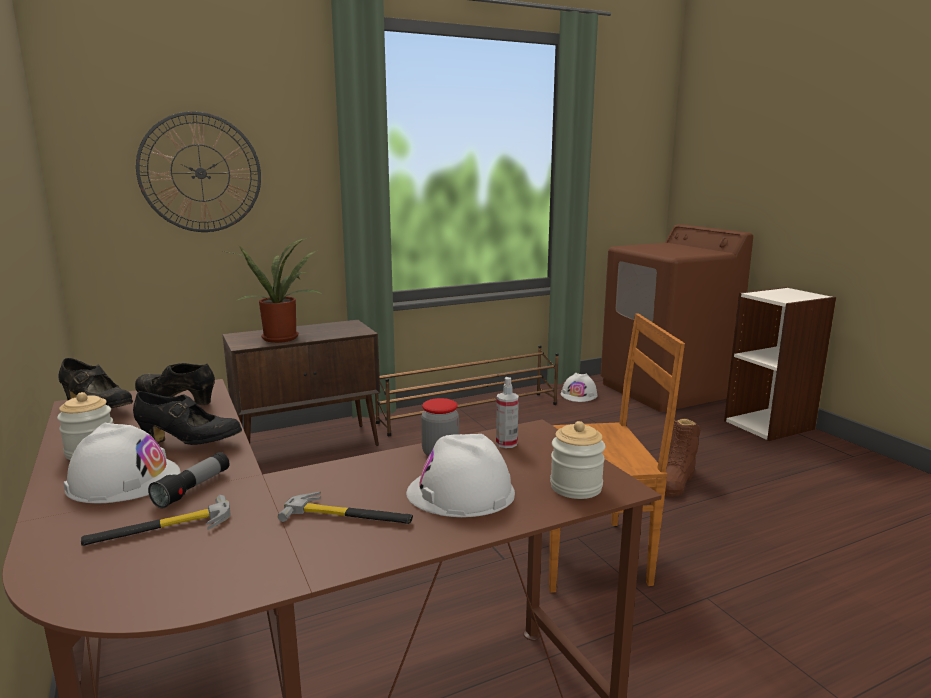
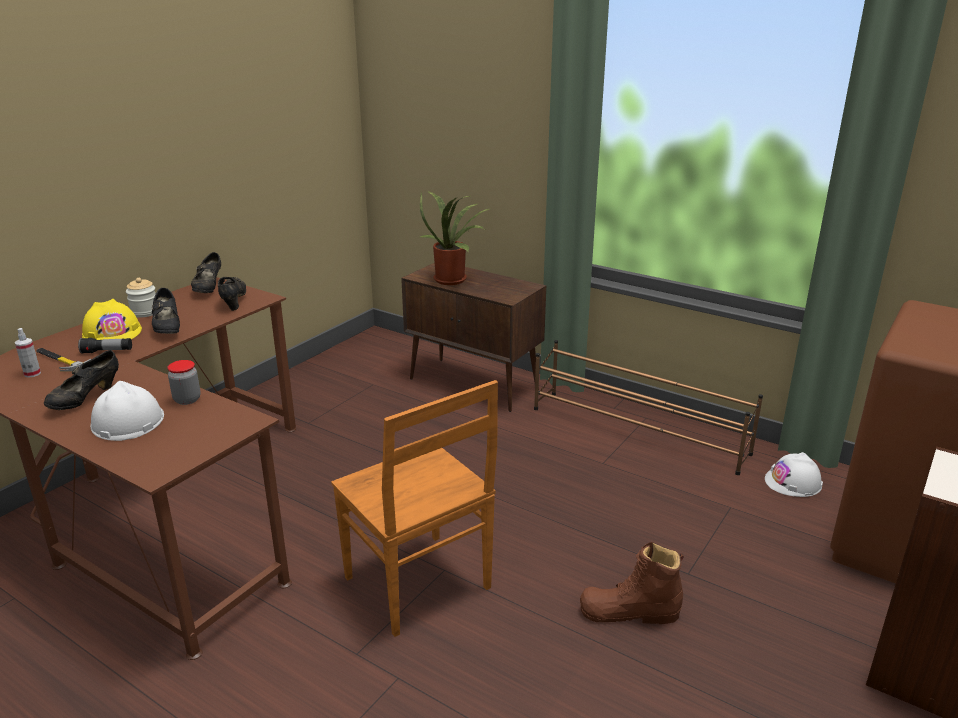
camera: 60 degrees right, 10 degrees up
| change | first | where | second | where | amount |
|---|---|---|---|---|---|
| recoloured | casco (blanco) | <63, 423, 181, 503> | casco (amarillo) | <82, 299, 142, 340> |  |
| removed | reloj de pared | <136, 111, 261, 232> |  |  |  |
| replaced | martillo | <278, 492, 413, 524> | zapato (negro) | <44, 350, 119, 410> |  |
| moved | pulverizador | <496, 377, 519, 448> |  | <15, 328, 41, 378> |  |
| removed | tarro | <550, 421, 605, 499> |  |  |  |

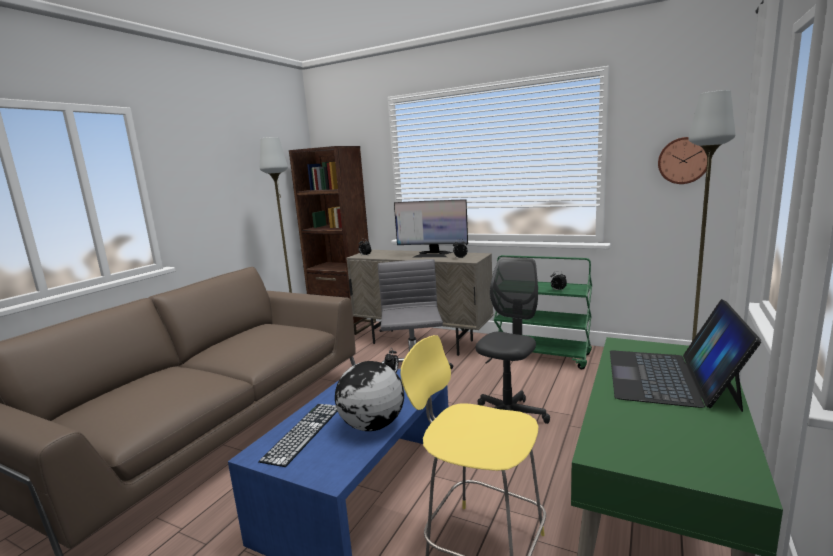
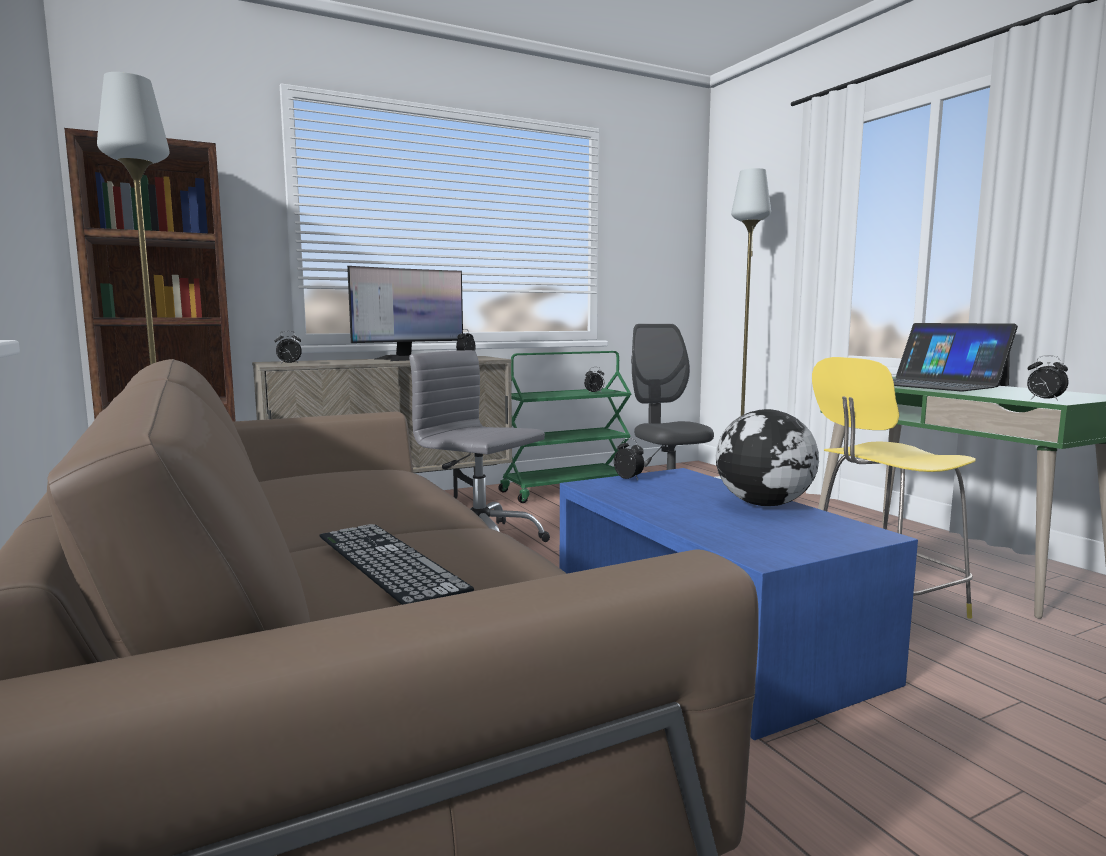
camera: 55 degrees left, 5 degrees down
| change | first | where | second | where | amount |
|---|---|---|---|---|---|
| moved | teclado | <258, 404, 338, 467> |  | <319, 524, 474, 605> |  |
| removed | reloj de pared | <658, 137, 707, 184> |  |  |  |
| added |  |  | despertador | <1027, 355, 1069, 401> |  |

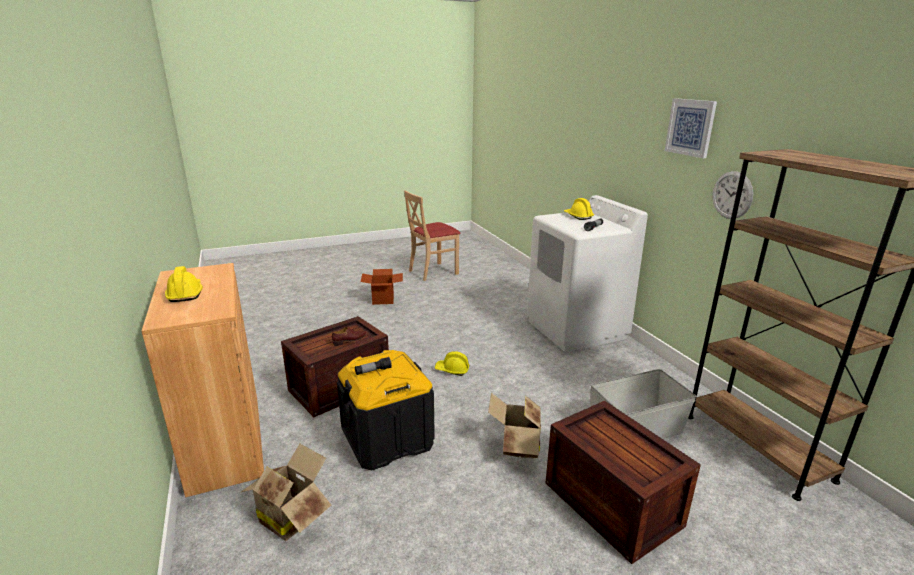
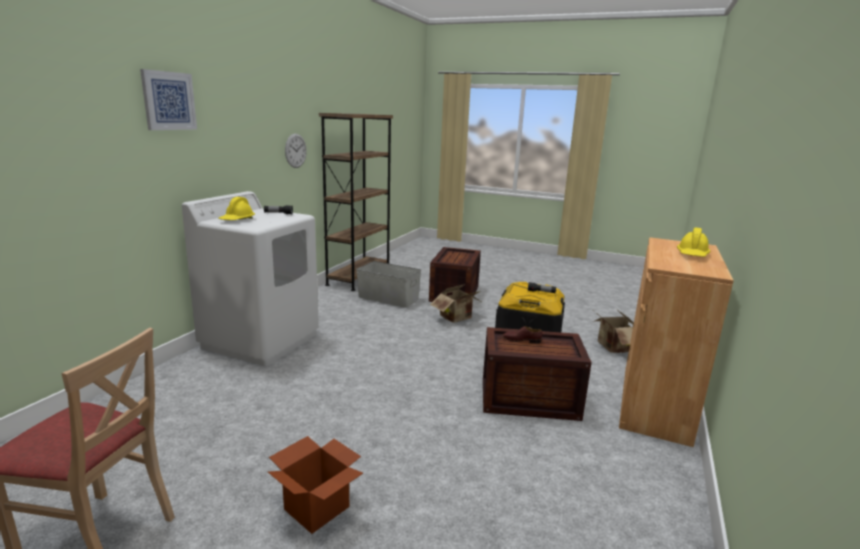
camera: 135 degrees left, 5 degrees down
| change | first | where | second | where | amount |
|---|---|---|---|---|---|
| removed | casco (amarillo) | <435, 351, 469, 376> |  |  |  |
| moved | cuadro | <665, 98, 717, 158> |  | <140, 69, 197, 130> |  |

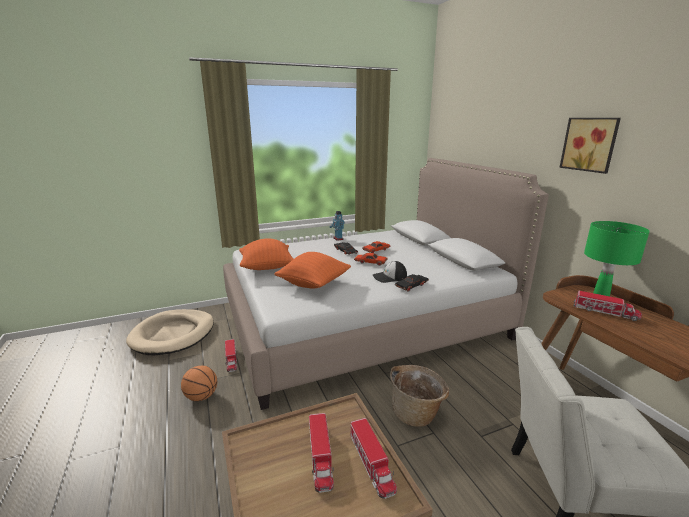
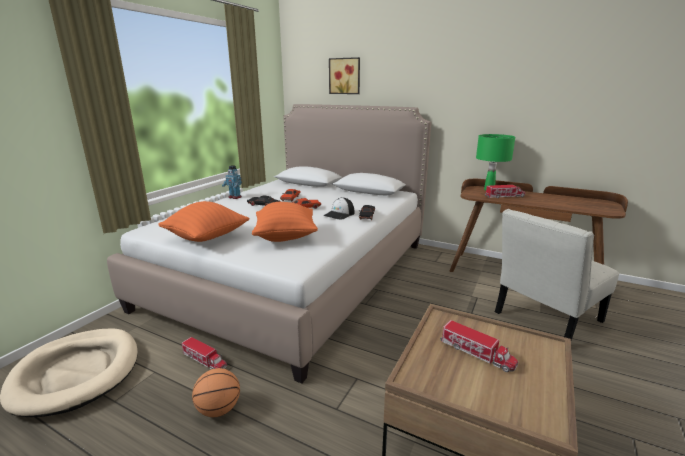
camera: 40 degrees left, 0 degrees up
| change | first | where | second | where | amount |
|---|---|---|---|---|---|
| removed | camión de juguete | <350, 418, 397, 499> |  |  |  |
| removed | cesta | <390, 365, 449, 427> |  |  |  |
| moved | cuadro | <559, 118, 621, 174> |  | <329, 57, 360, 94> |  |

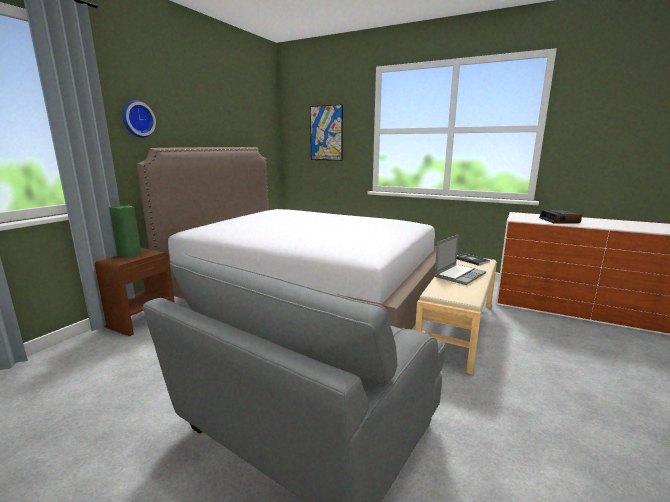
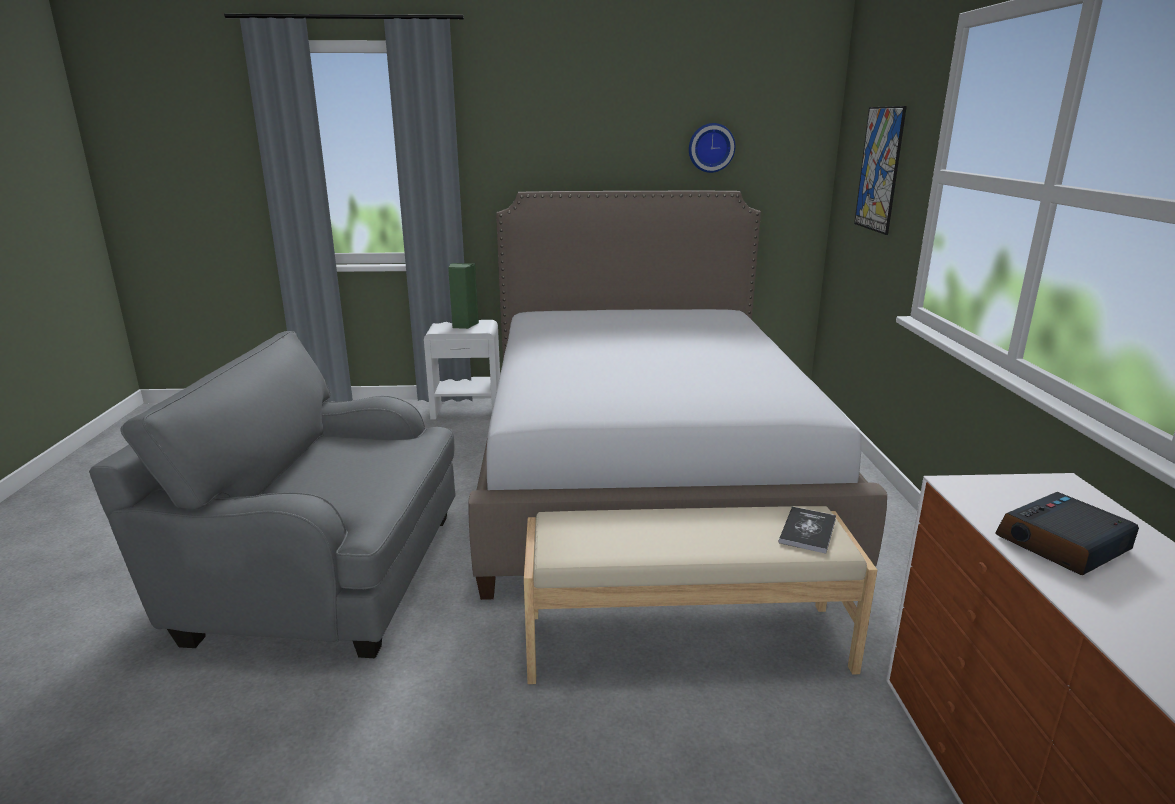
camera: 60 degrees right, 5 degrees up
| change | first | where | second | where | amount |
|---|---|---|---|---|---|
| recoloured | mesita de noche (marrón) | <95, 248, 175, 336> | mesita de noche (blanco) | <424, 320, 500, 419> |  |
| moved | reloj de pared | <122, 100, 156, 138> |  | <689, 123, 735, 173> |  |
| removed | portátil | <434, 234, 486, 285> |  |  |  |

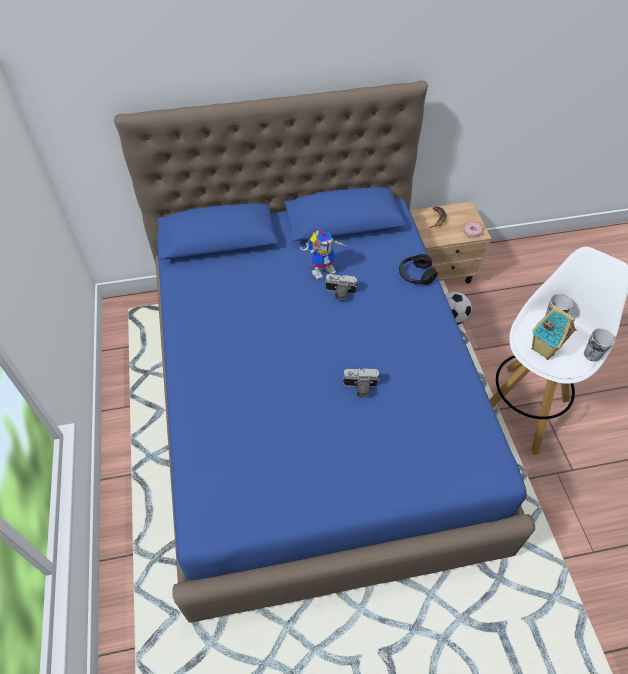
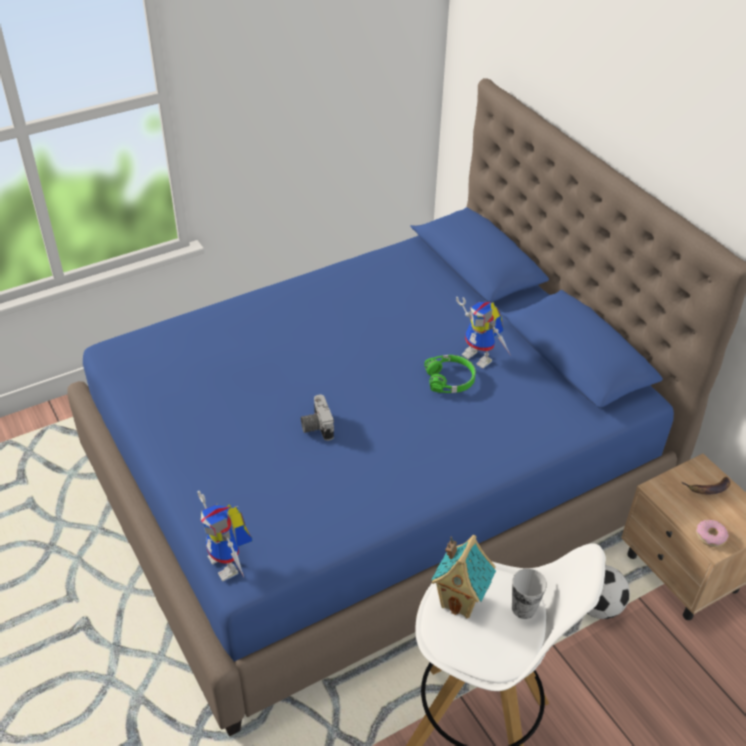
camera: 70 degrees right, 10 degrees down
| change | first | where | second | where | amount |
|---|---|---|---|---|---|
| replaced | cámara | <325, 274, 357, 301> | auriculares (verde) | <424, 355, 476, 393> |  |
| removed | auriculares (negro) | <399, 254, 438, 285> |  |  |  |
| removed | taza | <584, 328, 615, 362> |  |  |  |
| added |  |  | robot de juguete | <197, 491, 253, 582> |  |

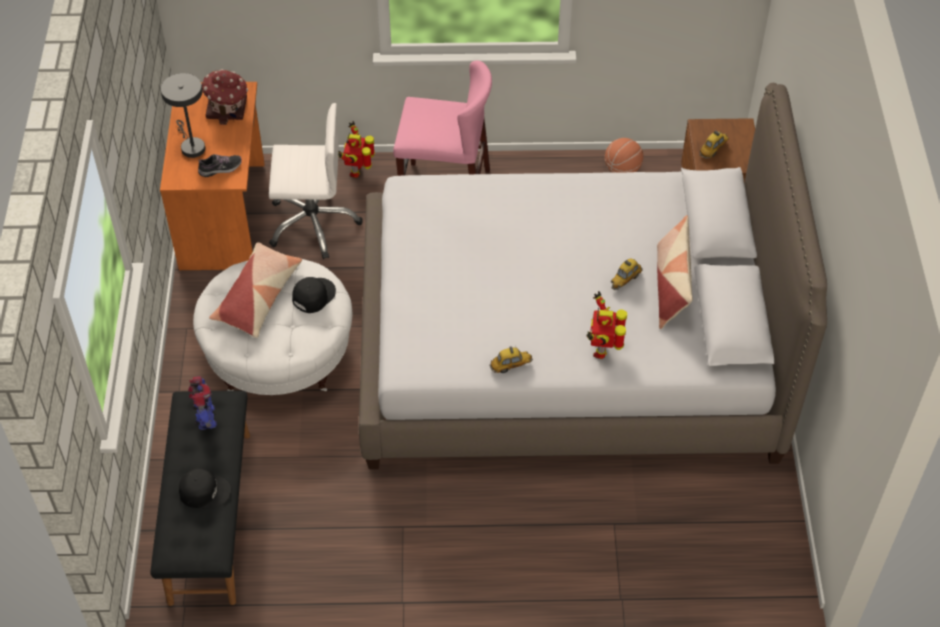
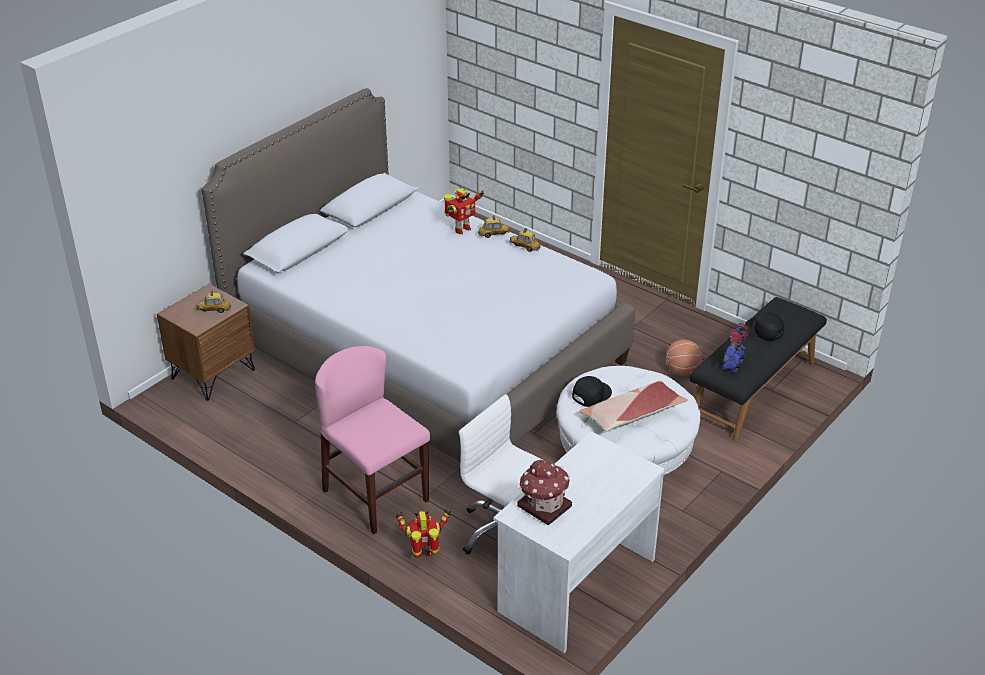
camera: 140 degrees left, 15 degrees down
| change | first | where | second | where | amount |
|---|---|---|---|---|---|
| recoloured | escritorio (naranja) | <160, 82, 265, 270> | escritorio (blanco) | <493, 431, 665, 653> |  |
| removed | lámpara de mesa (gris) | <161, 73, 205, 158> |  |  |  |
| removed | zapato | <198, 154, 242, 177> |  |  |  |
| turned | gorra (negro) | <292, 277, 336, 313> |  | <572, 376, 612, 407> | 150 degrees clockwise |
| turned | robot de juguete | <338, 121, 375, 178> |  | <396, 509, 451, 558> | 150 degrees counterclockwise |
| moved | balón de baloncesto | <605, 138, 643, 173> |  | <666, 340, 702, 375> |  |
| moved | coche de juguete | <611, 258, 643, 290> |  | <478, 215, 510, 238> |  |
| removed | cojín | <657, 215, 693, 329> |  |  |  |

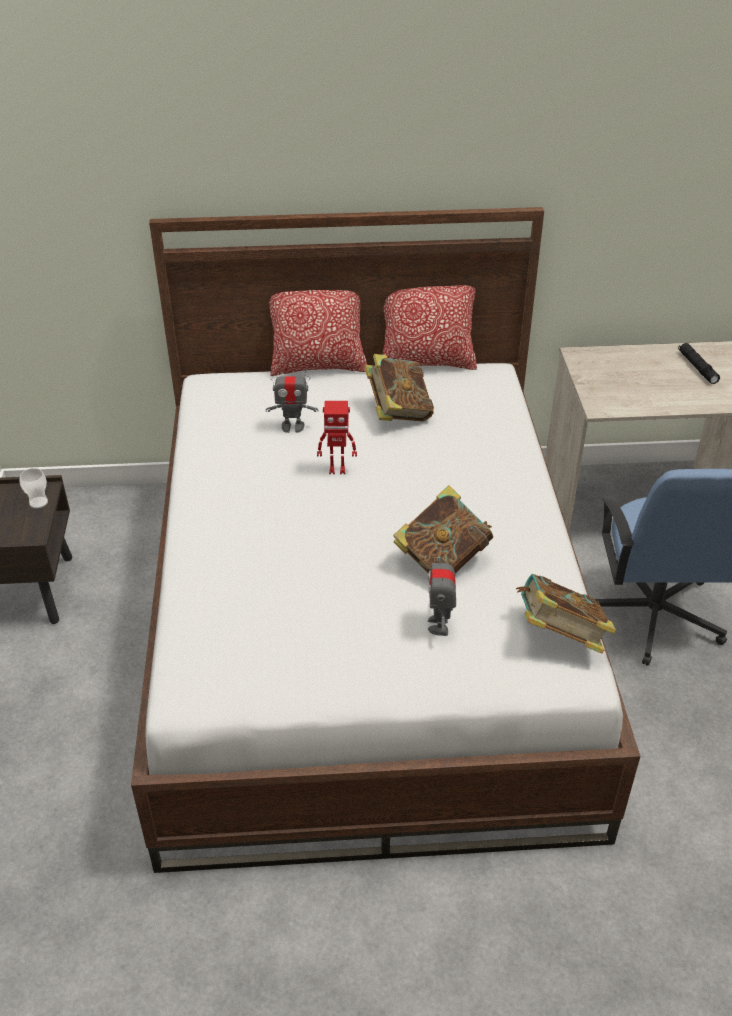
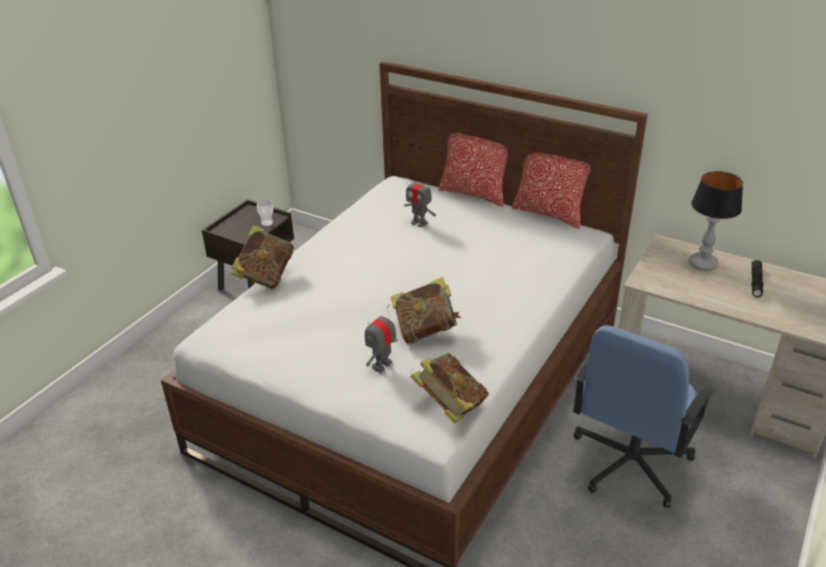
camera: 35 degrees right, 5 degrees down
| change | first | where | second | where | amount |
|---|---|---|---|---|---|
| removed | robot de juguete | <317, 401, 357, 474> |  |  |  |
| moved | libro | <364, 354, 434, 421> |  | <231, 225, 294, 289> |  |
| added |  |  | lámpara de mesa | <689, 171, 743, 271> |  |

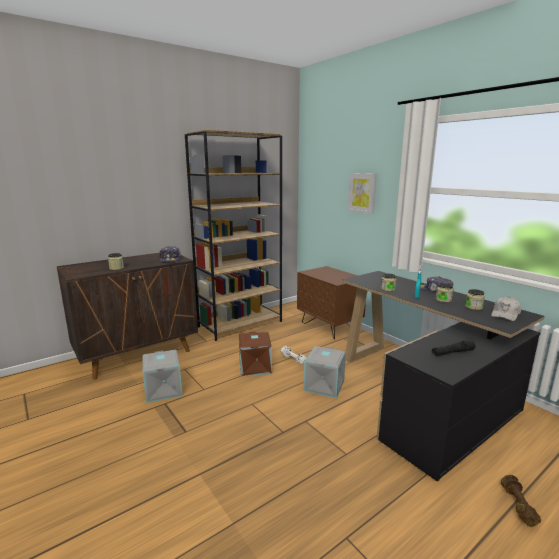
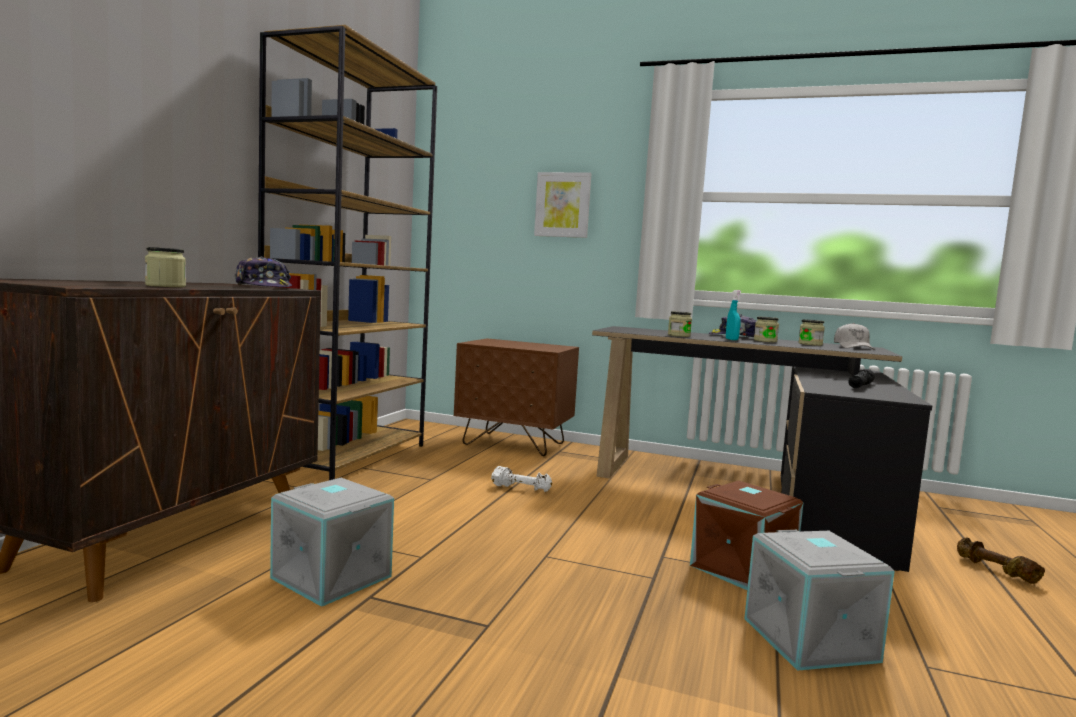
camera: 35 degrees left, 10 degrees down
| change | first | where | second | where | amount |
|---|---|---|---|---|---|
| moved | caja de almacenaje (marrón) | <239, 332, 272, 376> |  | <690, 481, 804, 590> |  |
| moved | caja de almacenaje (gris) | <304, 346, 346, 398> |  | <744, 530, 895, 671> |  |

